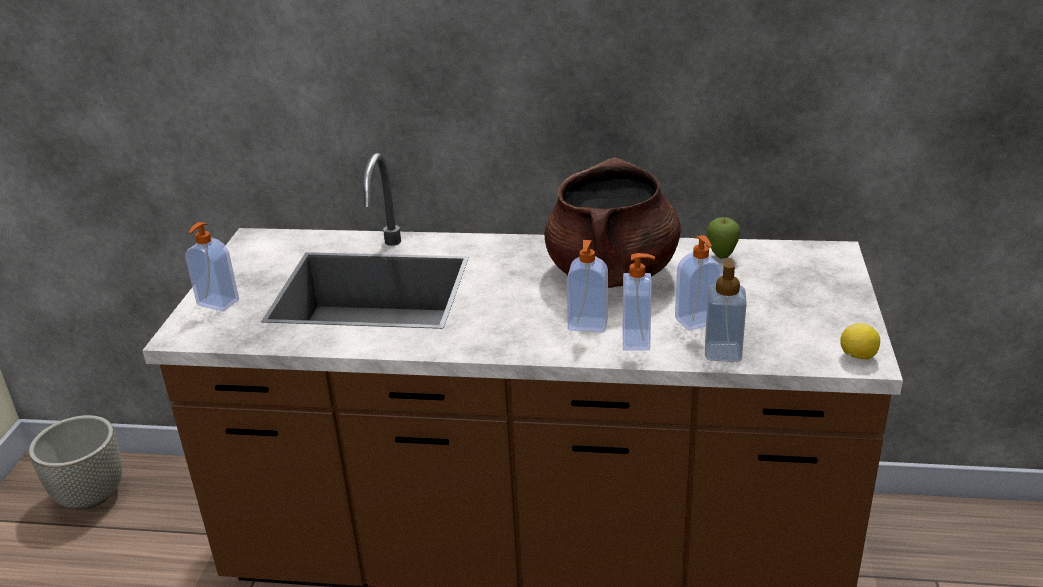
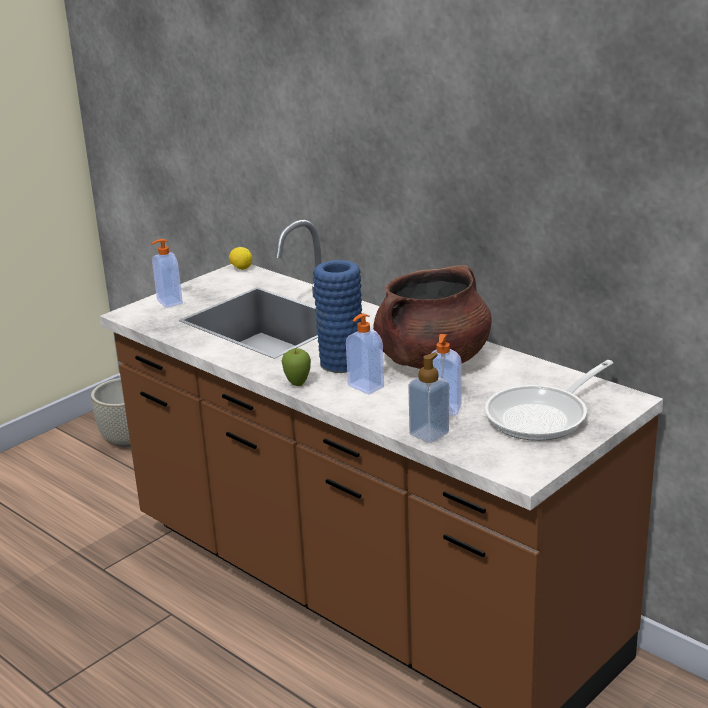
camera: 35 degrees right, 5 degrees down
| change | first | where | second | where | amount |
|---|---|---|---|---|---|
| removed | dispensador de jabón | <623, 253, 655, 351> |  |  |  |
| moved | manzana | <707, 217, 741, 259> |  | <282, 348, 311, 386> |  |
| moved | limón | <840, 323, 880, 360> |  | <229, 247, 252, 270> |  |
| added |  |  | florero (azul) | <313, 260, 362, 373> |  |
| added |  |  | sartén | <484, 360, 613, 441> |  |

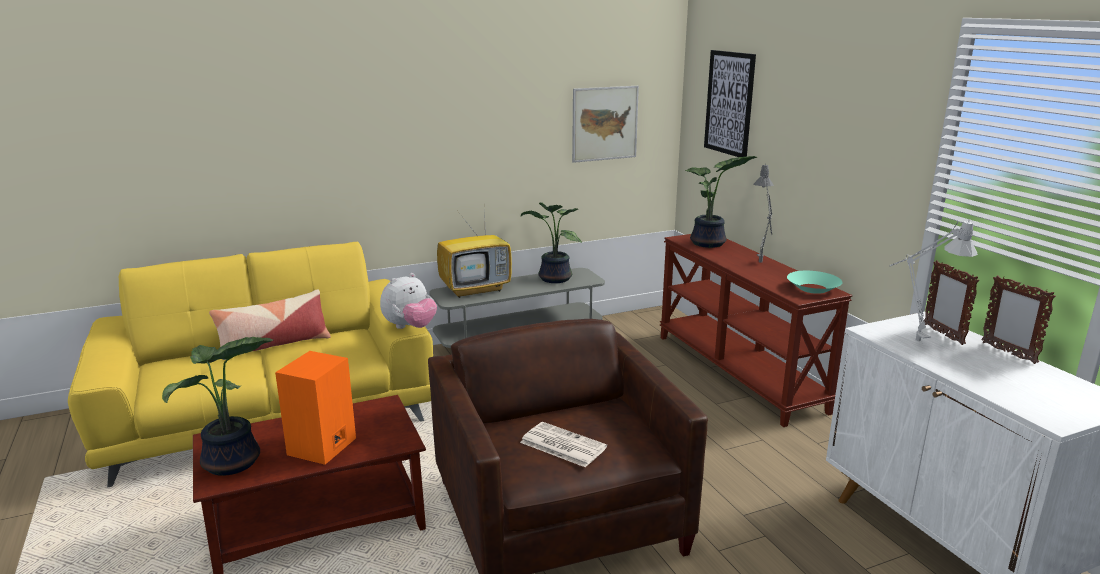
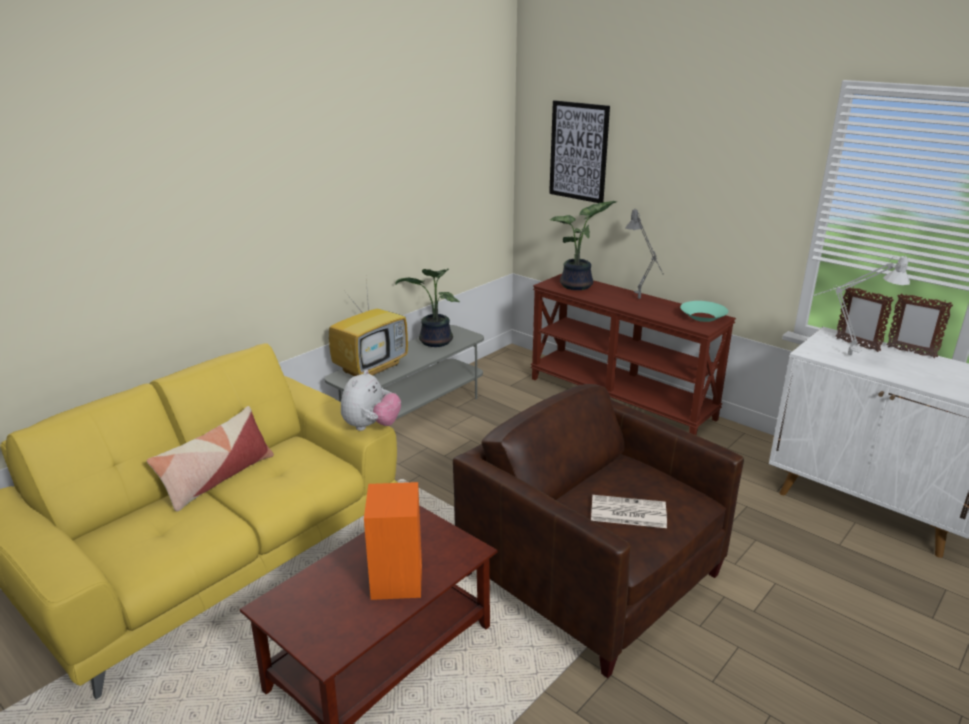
camera: 25 degrees left, 5 degrees up
| change | first | where | second | where | amount |
|---|---|---|---|---|---|
| removed | planta en maceta | <162, 337, 273, 476> |  |  |  |
| removed | cuadro | <572, 86, 639, 163> |  |  |  |

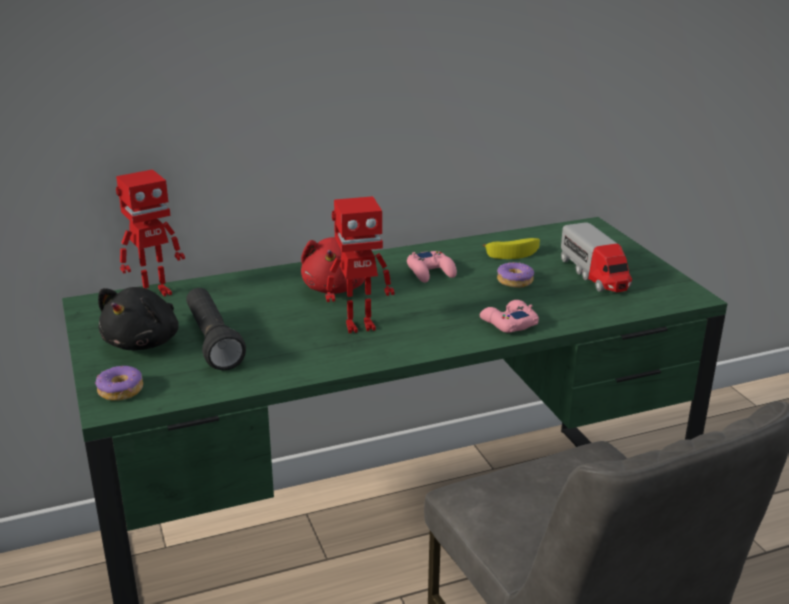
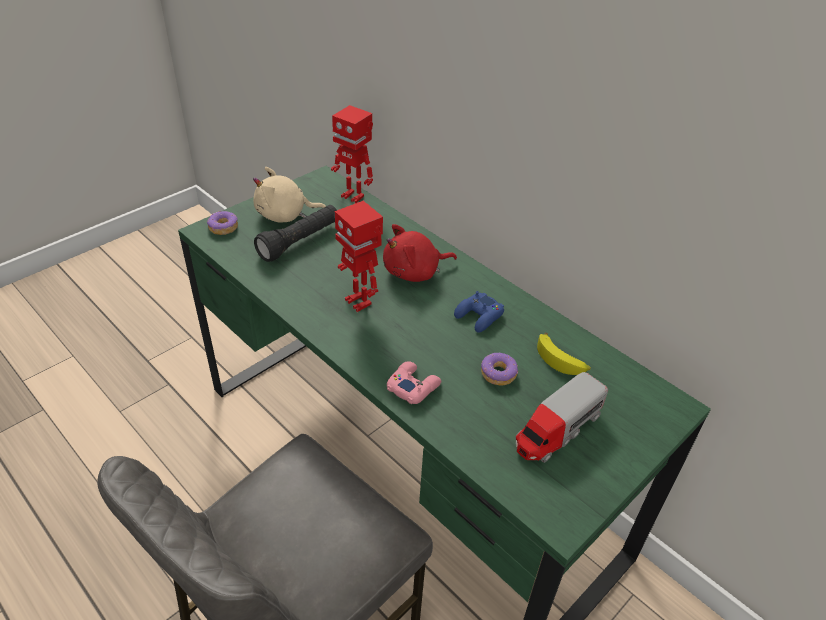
camera: 65 degrees right, 15 degrees up
| change | first | where | second | where | amount |
|---|---|---|---|---|---|
| recoloured | peluche (negro) | <98, 287, 179, 350> | peluche (beis) | <253, 167, 326, 223> |  |
| recoloured | mando de consola (rosa) | <407, 251, 457, 283> | mando de consola (azul) | <454, 291, 504, 333> |  |

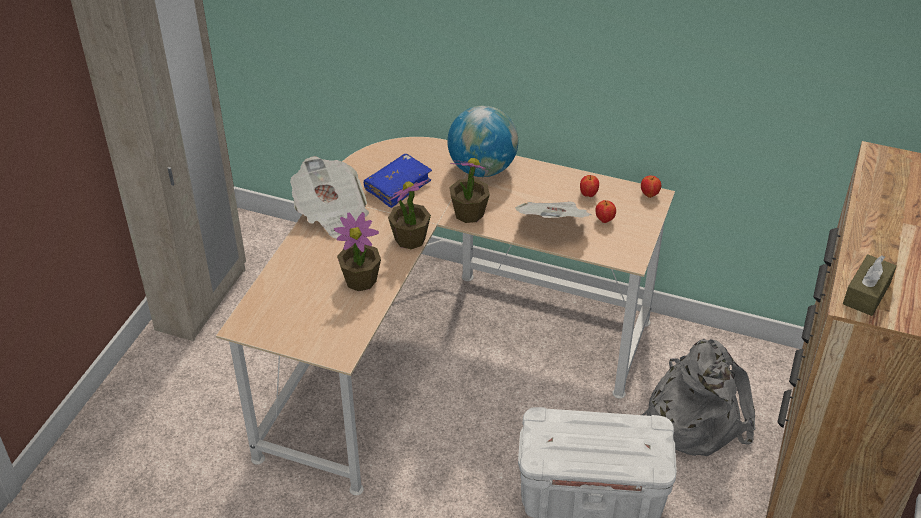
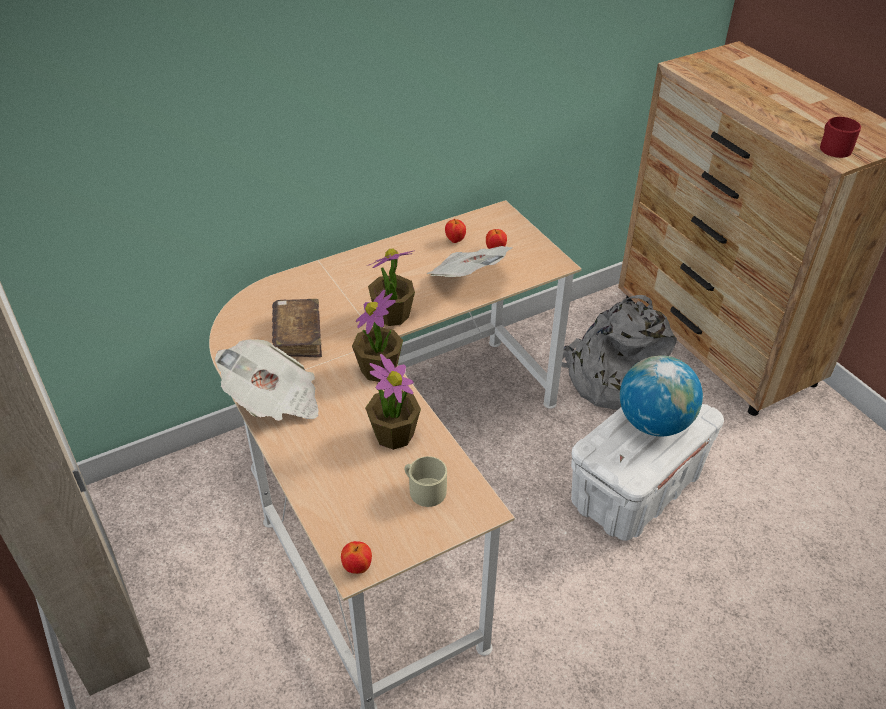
camera: 50 degrees left, 0 degrees up
| change | first | where | second | where | amount |
|---|---|---|---|---|---|
| recoloured | libro (azul) | <364, 154, 432, 208> | libro (marrón) | <272, 299, 322, 357> |  |
| moved | globo terráqueo | <447, 106, 518, 177> |  | <620, 355, 703, 436> |  |
| moved | manzana | <641, 175, 661, 198> |  | <341, 541, 372, 574> |  |
| replaced | caja de pañuelos (marrón) | <843, 255, 897, 316> | taza grande (rojo) | <820, 117, 861, 158> |  |
| added |  |  | taza grande (beis) | <405, 456, 447, 507> |  |

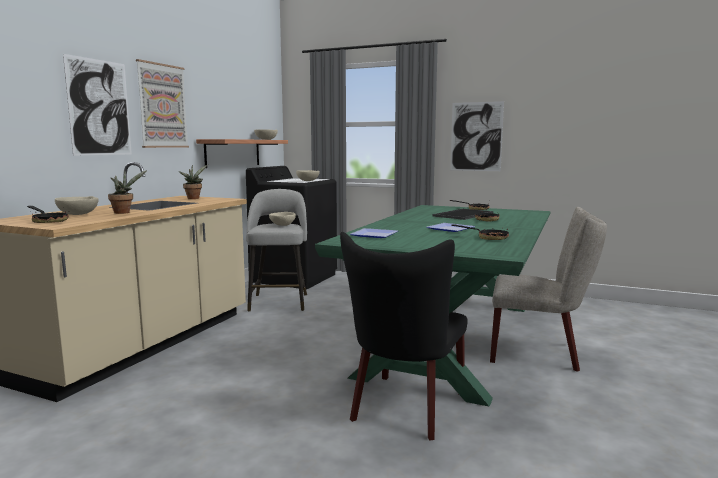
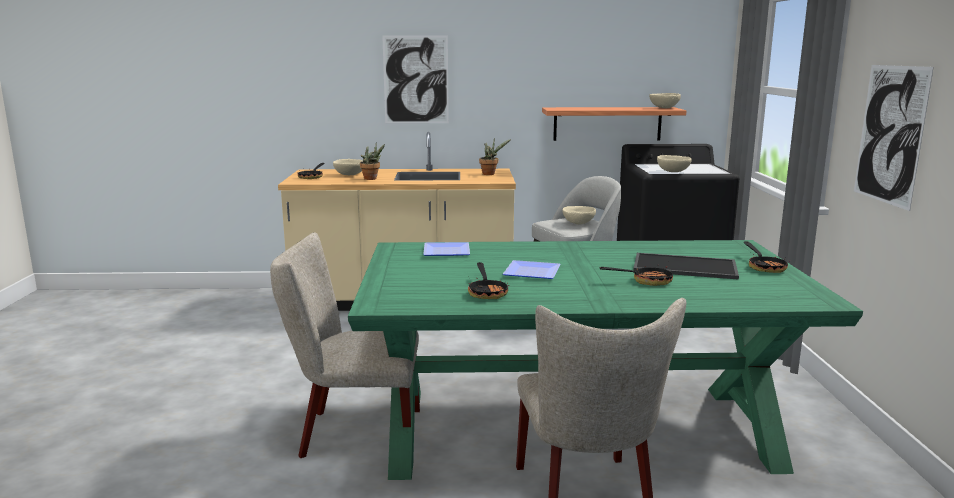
camera: 65 degrees right, 5 degrees up
| change | first | where | second | where | amount |
|---|---|---|---|---|---|
| removed | cuadro | <136, 59, 189, 148> |  |  |  |
| recoloured | silla (negro) | <340, 232, 468, 441> | silla (beis) | <270, 232, 420, 458> |  |

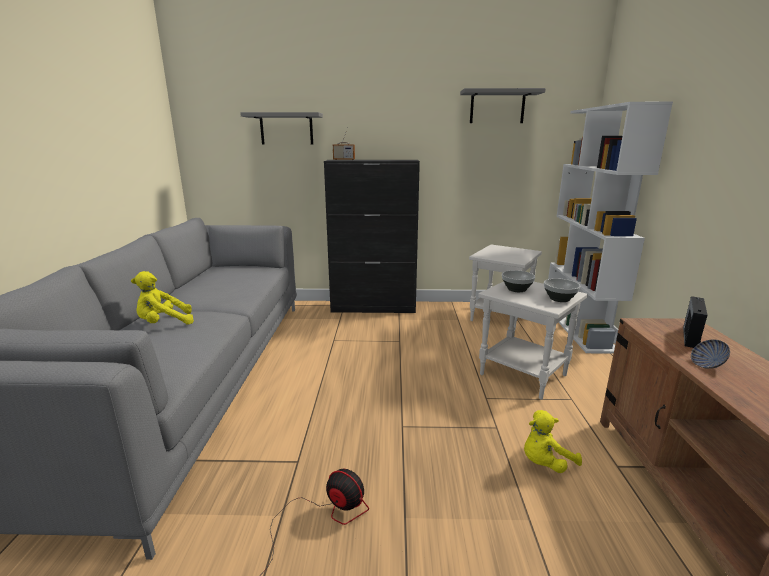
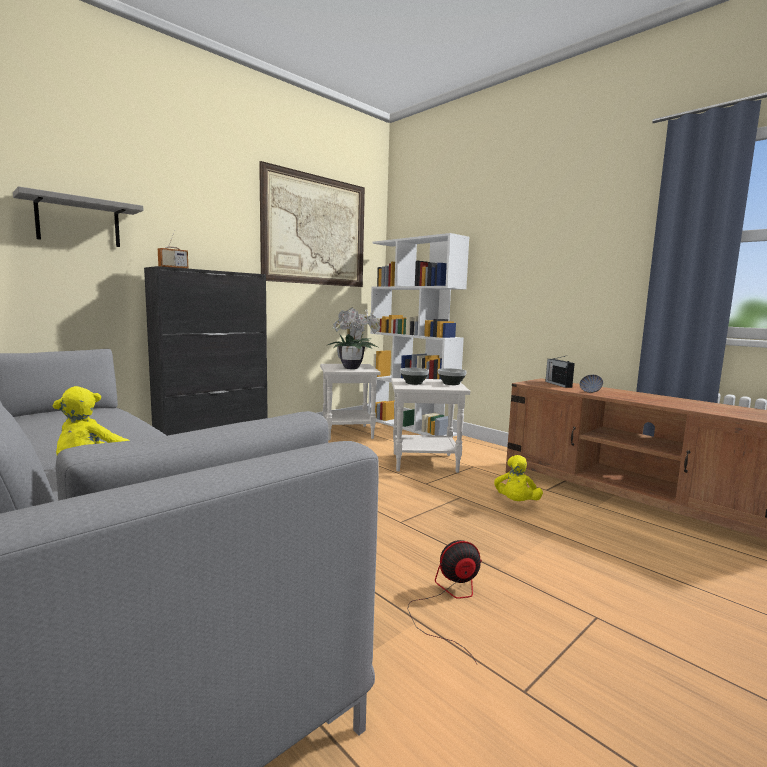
camera: 45 degrees left, 10 degrees down
| change | first | where | second | where | amount |
|---|---|---|---|---|---|
| replaced | estante (gris) | <460, 88, 546, 123> | cuadro | <259, 161, 365, 287> |  |
| added |  |  | planta en maceta | <326, 307, 381, 369> |  |

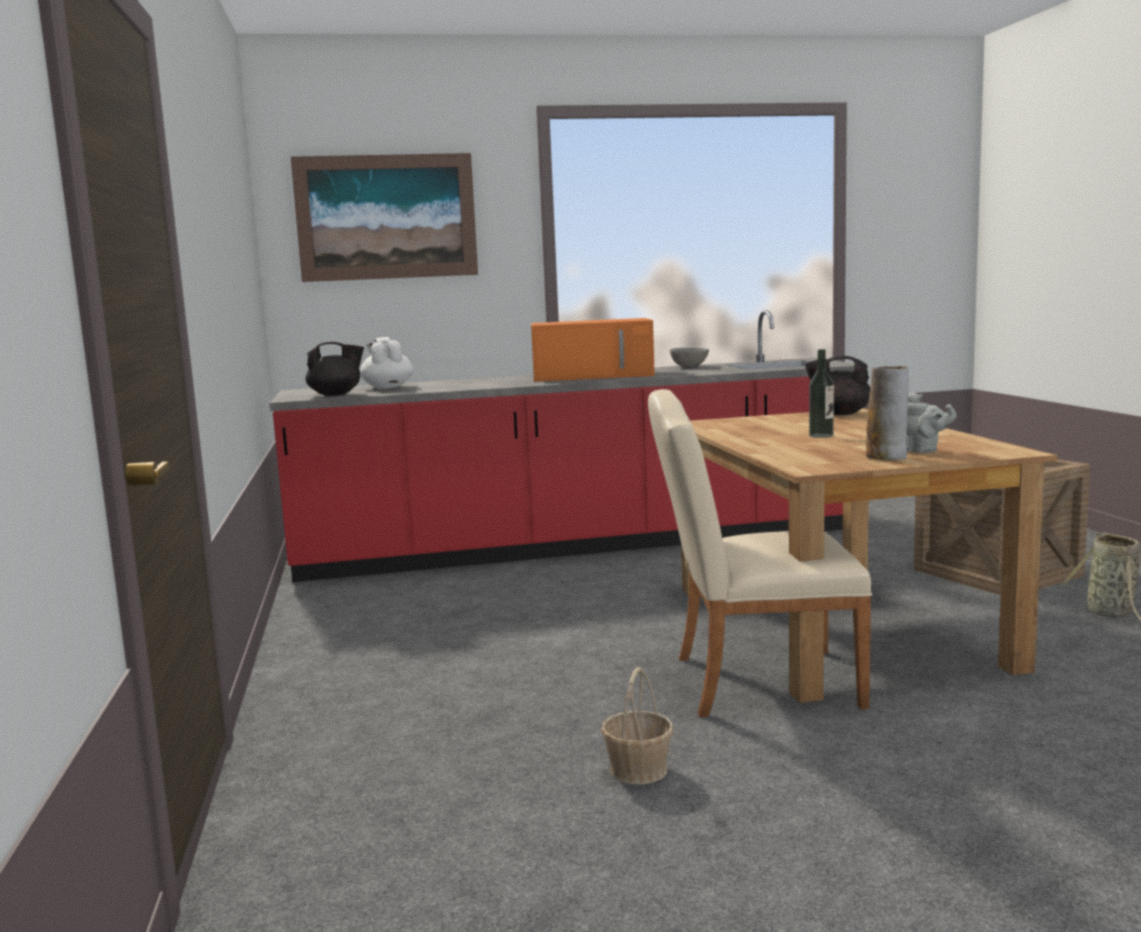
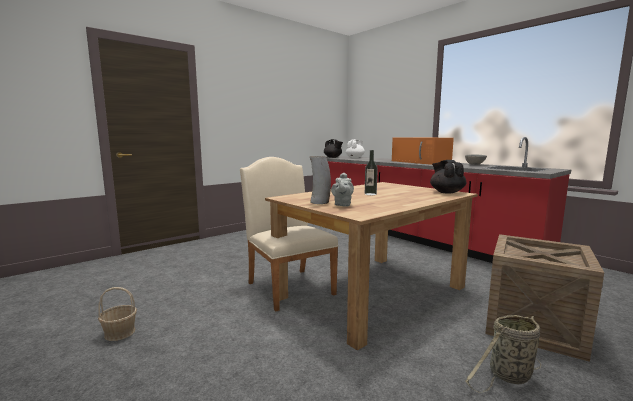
camera: 60 degrees right, 0 degrees up
| change | first | where | second | where | amount |
|---|---|---|---|---|---|
| removed | cuadro | <291, 153, 478, 282> |  |  |  |
| moved | cesta | <601, 667, 673, 785> |  | <98, 287, 137, 341> |  |

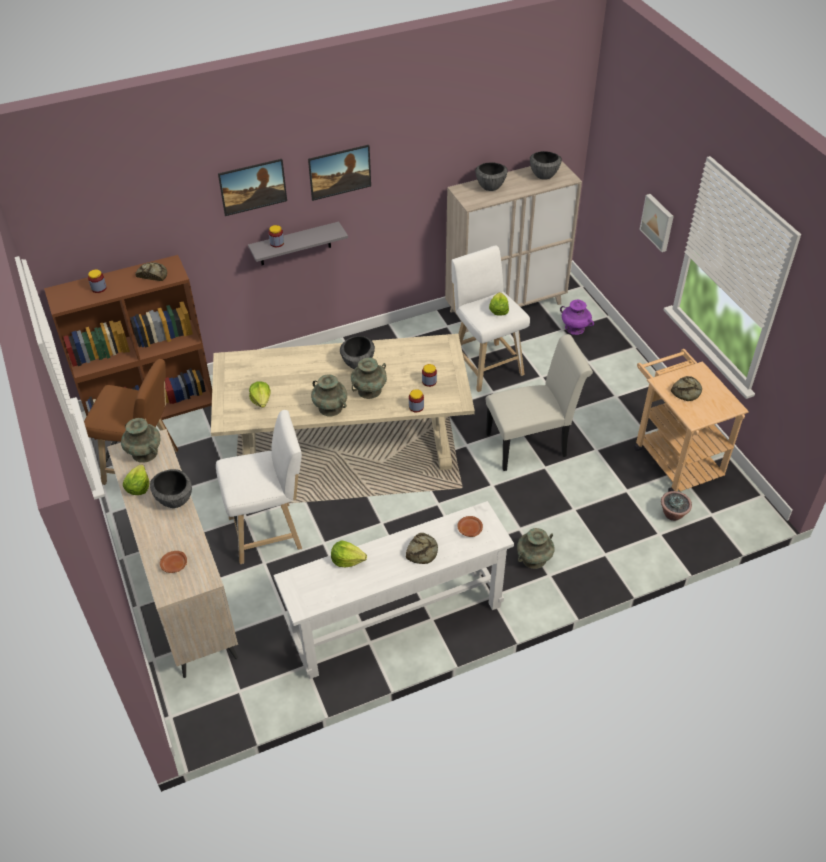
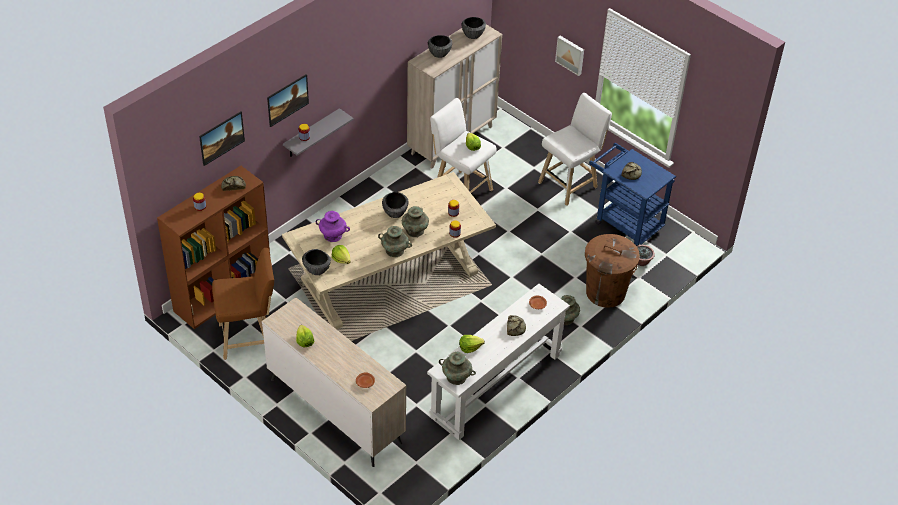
camera: 25 degrees left, 0 degrees up
| change | first | where | second | where | amount |
|---|---|---|---|---|---|
| moved | florero (turquesa) | <121, 418, 161, 463> |  | <439, 352, 476, 385> |  |
| moved | cuenco | <150, 469, 192, 508> |  | <302, 249, 331, 275> |  |
| moved | taburete (blanco) | <216, 410, 302, 564> |  | <538, 93, 612, 206> |  |
| moved | cuadro | <308, 145, 371, 201> |  | <199, 111, 245, 166> |  |
| removed | silla (blanco) | <486, 334, 593, 471> |  |  |  |
| moved | florero (morado) | <560, 300, 594, 335> |  | <316, 211, 350, 242> |  |
| recoloured | carrito (beis) | <634, 349, 749, 492> | carrito (azul) | <589, 143, 676, 246> |  |
| added |  |  | papelera (marrón) | <585, 234, 640, 308> |  |

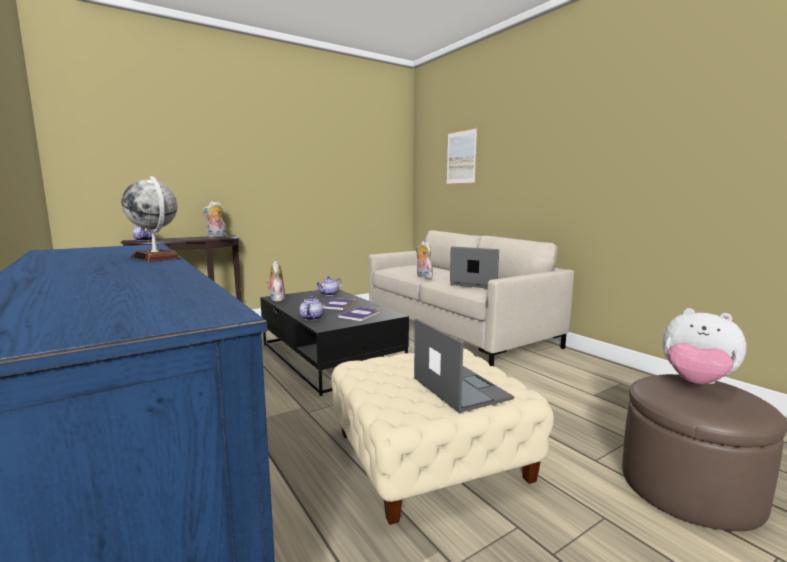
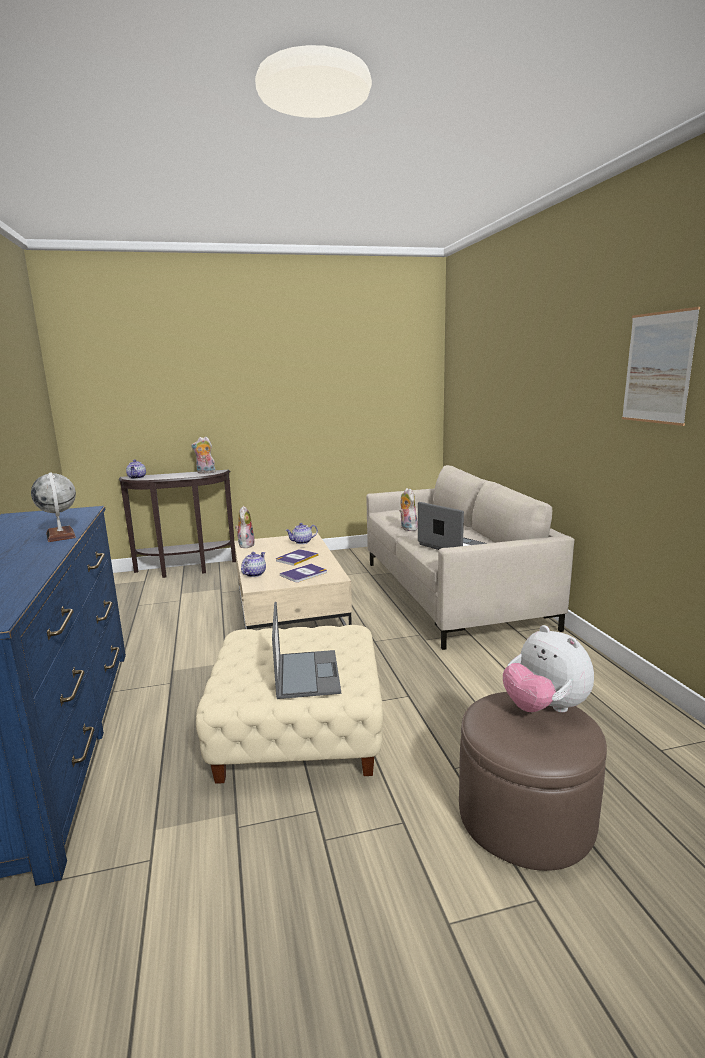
camera: 20 degrees right, 5 degrees up
| change | first | where | second | where | amount |
|---|---|---|---|---|---|
| recoloured | mesa de centro (negro) | <260, 290, 409, 396> | mesa de centro (beis) | <234, 533, 352, 629> |  |
| moved | cuadro | <447, 127, 477, 185> |  | <622, 307, 700, 426> |  |

